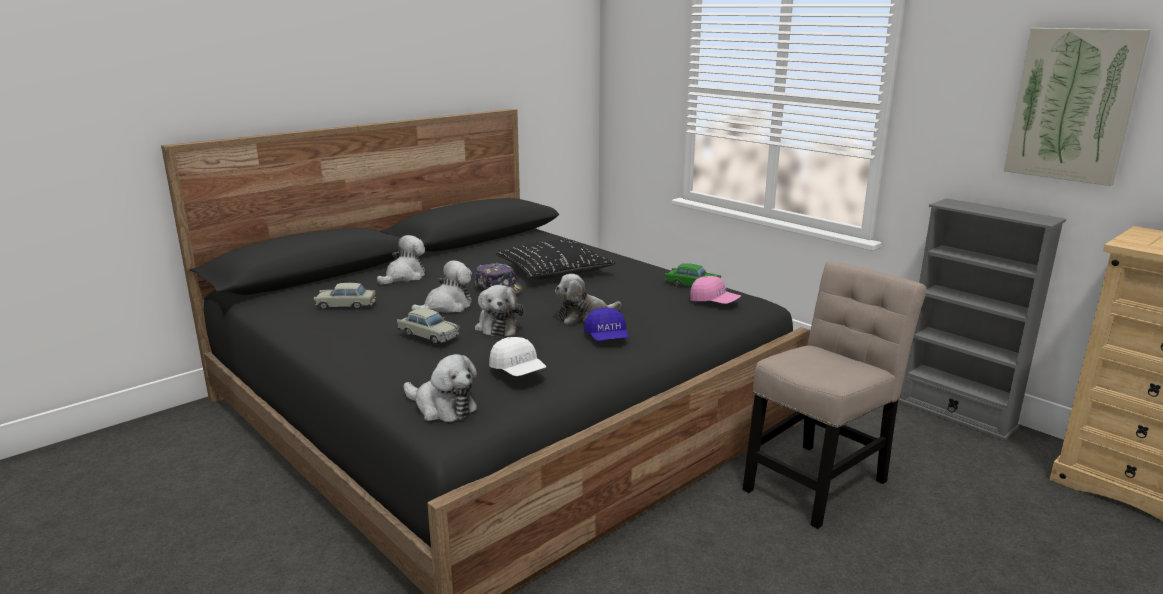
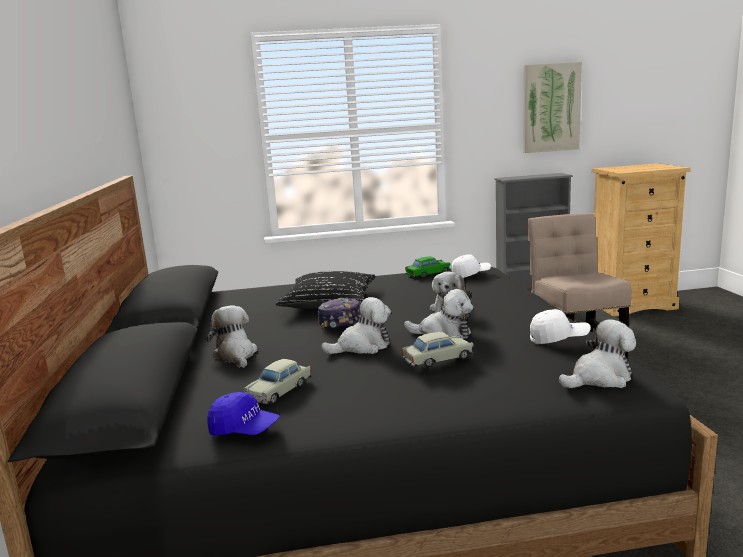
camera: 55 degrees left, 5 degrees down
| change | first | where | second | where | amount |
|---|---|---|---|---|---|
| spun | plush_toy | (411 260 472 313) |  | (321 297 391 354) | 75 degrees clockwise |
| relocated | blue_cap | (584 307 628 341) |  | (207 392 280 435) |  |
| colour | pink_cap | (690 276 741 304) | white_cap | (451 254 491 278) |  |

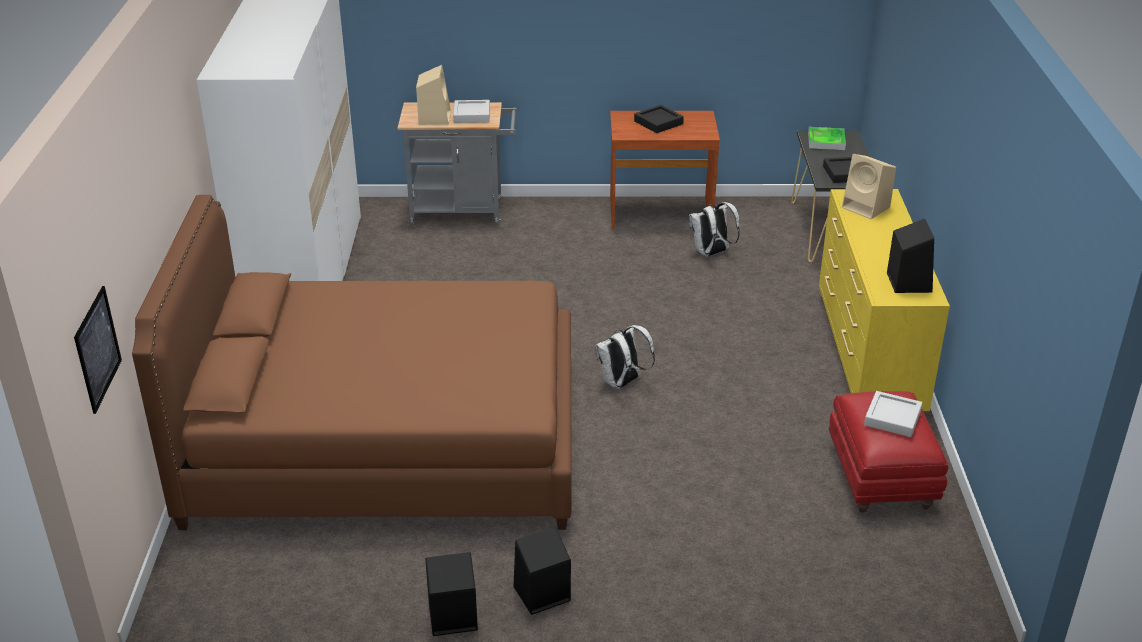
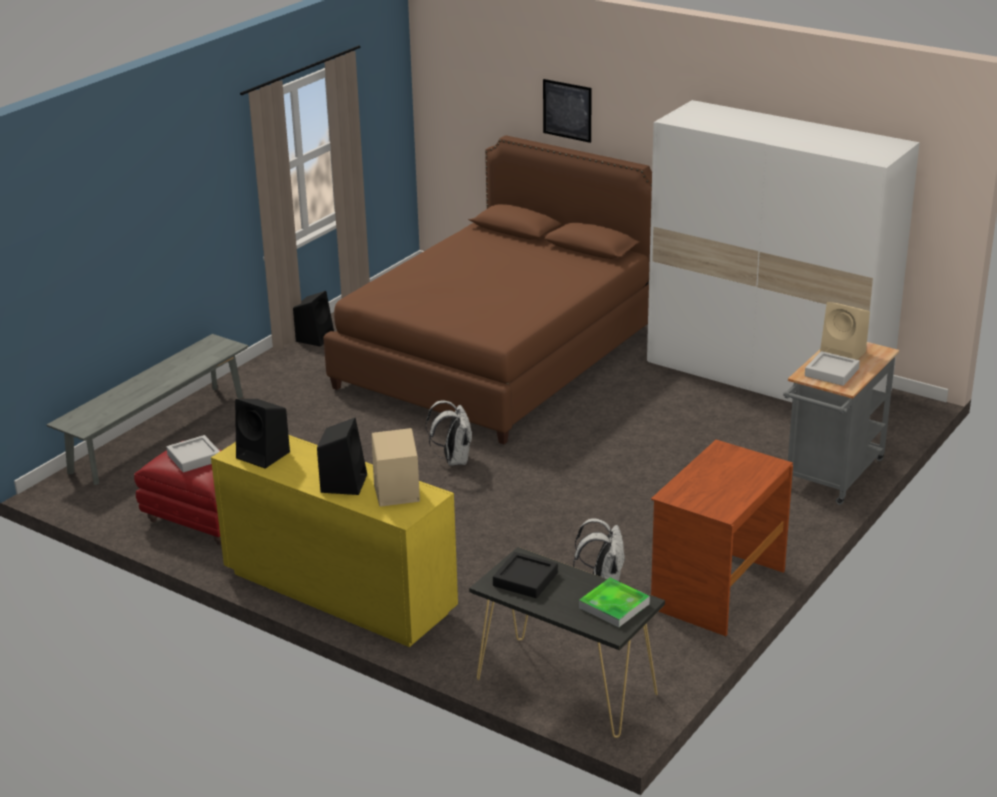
camera: 125 degrees right, 5 degrees down
| change | first | where | second | where | amount |
|---|---|---|---|---|---|
| relocated | picture | (74 286 122 414) |  | (543 79 592 143) |  |
| relocated | black_speaker | (513 527 571 615) |  | (317 418 367 495) |  |
| missing | black_tray | (634 105 684 133) |  |  |  |
| appeared |  |  | grey_bench | (46 334 248 485) |  |

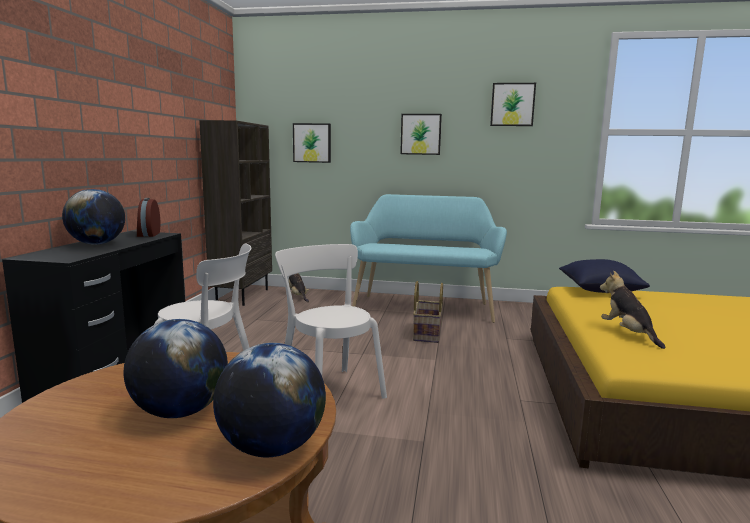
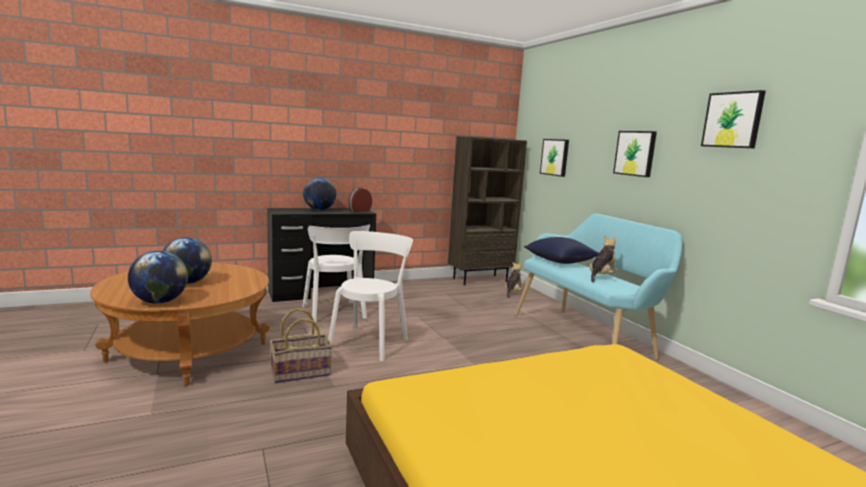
camera: 55 degrees right, 0 degrees up
| change | first | where | second | where | amount |
|---|---|---|---|---|---|
| relocated | basket | (413 281 443 343) |  | (270 309 332 383) |  |
| relocated | blue_pillow | (559 259 650 293) |  | (524 237 599 264) |  |
| relocated | plush_toy | (600 271 665 349) |  | (590 235 618 282) |  |

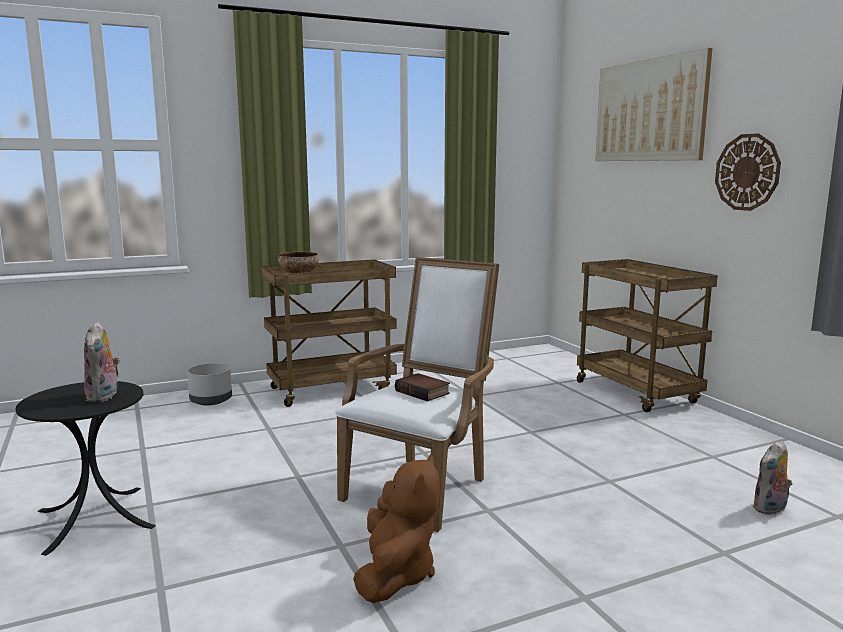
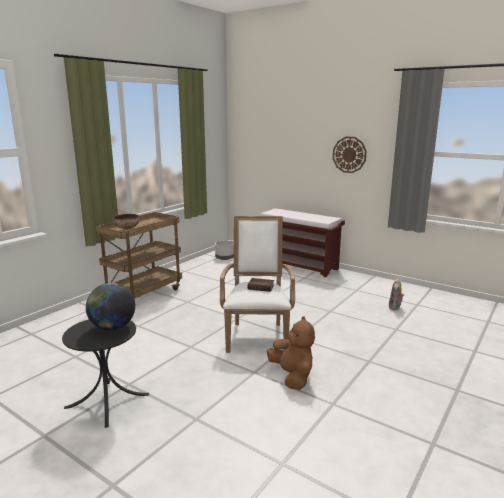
camera: 30 degrees left, 5 degrees up
| change | first | where | second | where | amount |
|---|---|---|---|---|---|
| exchanged | plush_toy | (84 321 120 402) | globe | (86 283 135 330) |  |
| relocated | grey_planter | (187 363 232 406) |  | (215 240 234 260) |  |
| exchanged | brown_cart | (577 259 718 412) | brown_bench | (261 208 345 277) |  |
| missing | picture | (596 48 713 161) |  |  |  |

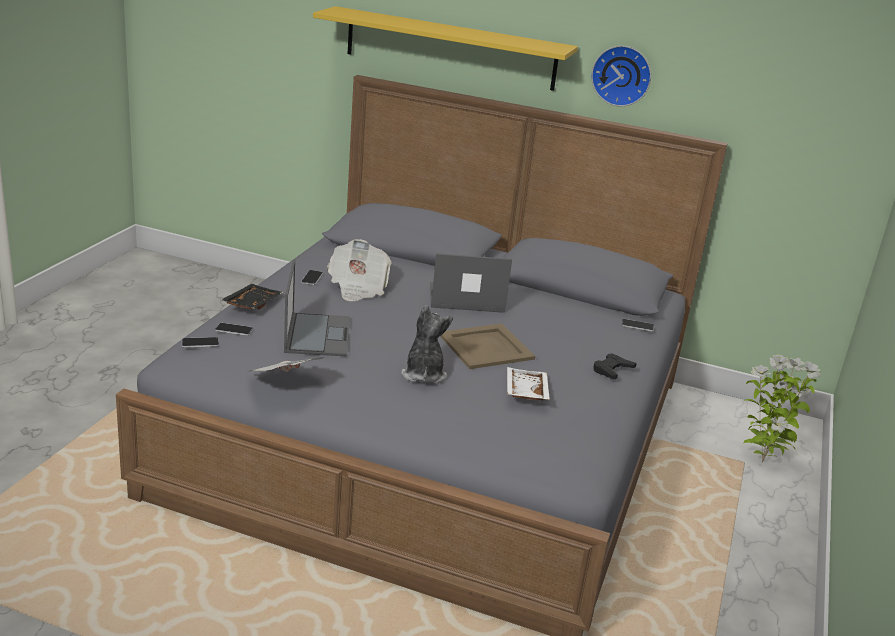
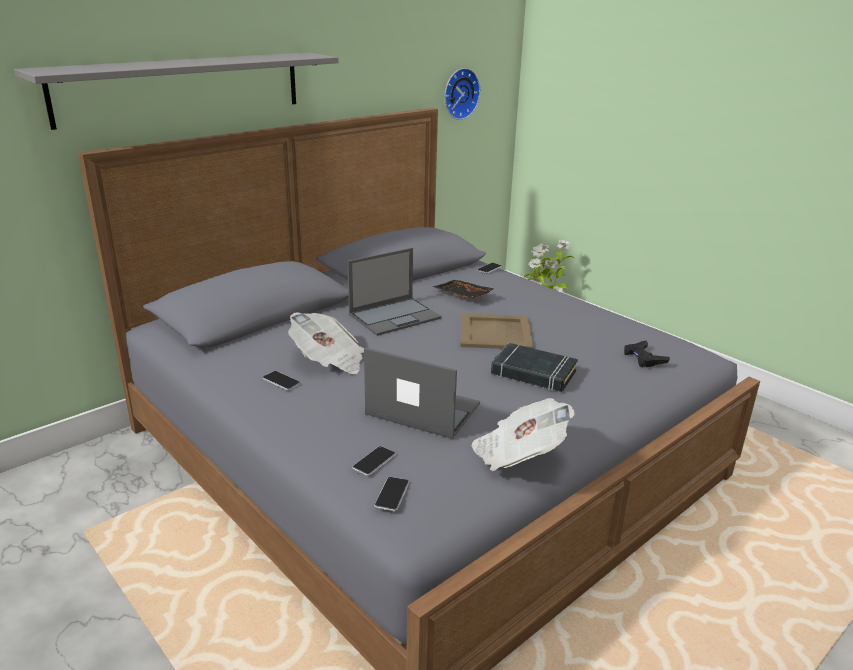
camera: 60 degrees left, 0 degrees up
| change | first | where | second | where | amount |
|---|---|---|---|---|---|
| relocated | black_tray | (221 284 283 310) |  | (432 280 494 298) |  |
| colour | yellow_shelf | (313 6 578 91) | grey_shelf | (14 52 339 130) |  |
| exchanged | plush_toy | (401 305 453 384) | black_book | (491 343 578 392) |  |
| spun | laptop | (430 253 512 313) |  | (348 248 441 336) | 150 degrees counterclockwise |
| missing | white_tray | (507 367 550 400) |  |  |  |
| relocated | wall_clock | (591 46 651 107) |  | (445 68 480 120) |  |
| relocated | black_game_controller | (594 353 637 379) |  | (624 340 670 367) |  |

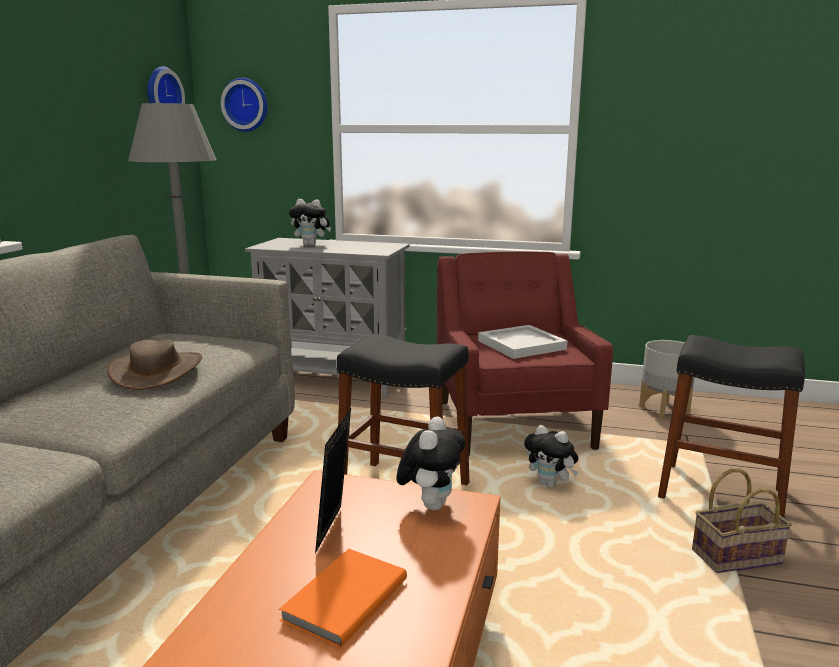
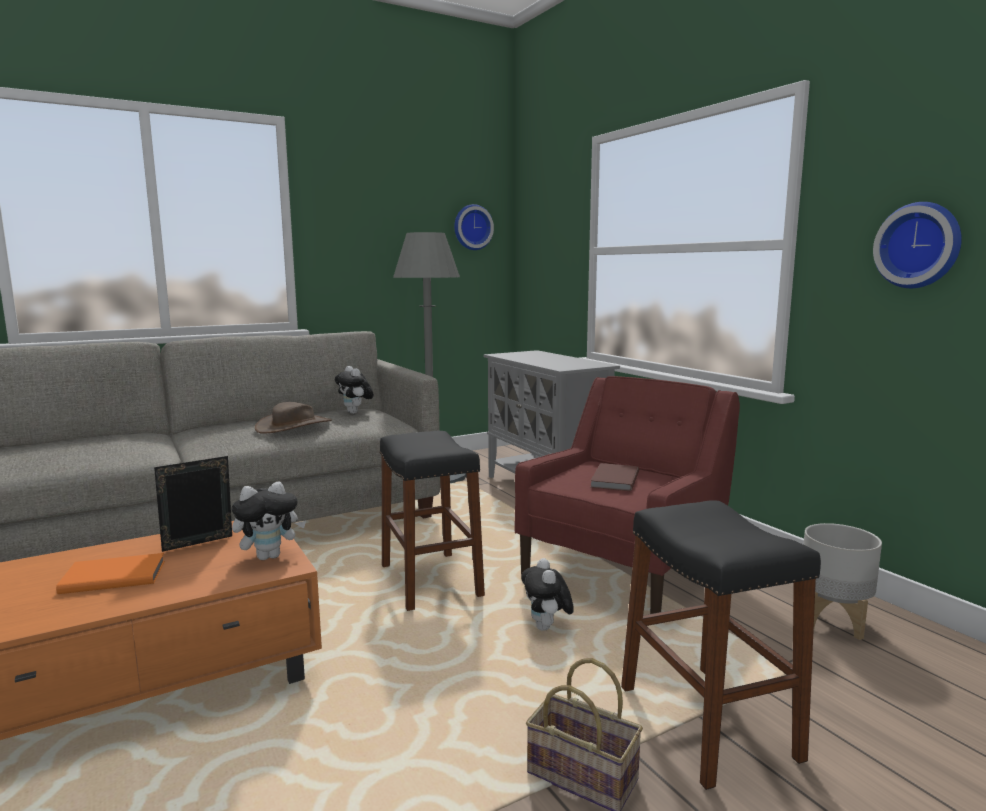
camera: 45 degrees right, 5 degrees down
| change | first | where | second | where | amount |
|---|---|---|---|---|---|
| relocated | wall_clock | (221 78 268 132) |  | (873 202 962 288) |  |
| relocated | plush_toy | (289 199 331 246) |  | (335 366 374 414) |  |
| exchanged | white_tray | (478 325 567 359) | brown_book | (590 463 639 491) |  |

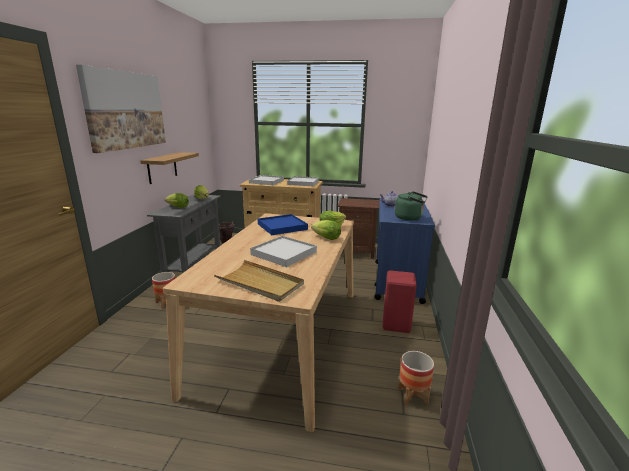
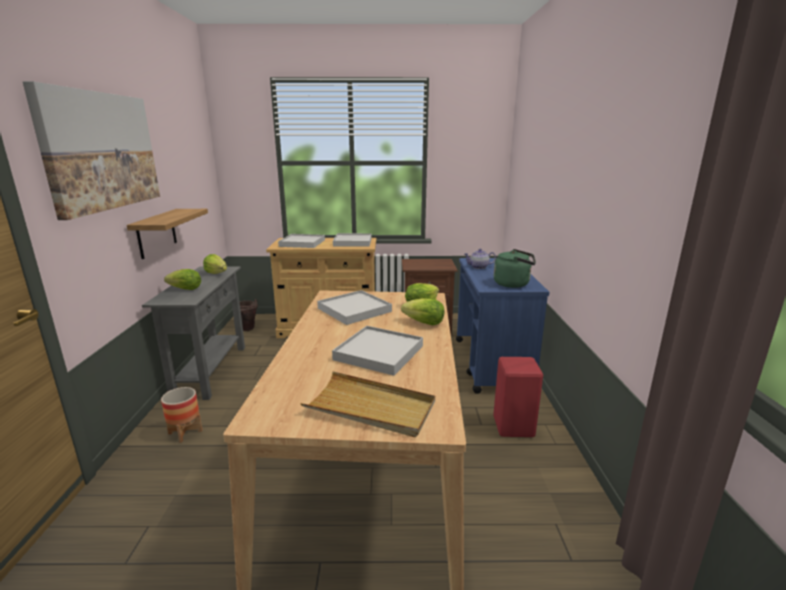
camera: 10 degrees left, 0 degrees up
| change | first | where | second | where | amount |
|---|---|---|---|---|---|
| colour | blue_tray | (258 214 308 235) | white_tray | (317 290 392 325) |  |
| missing | planter | (399 351 434 405) |  |  |  |

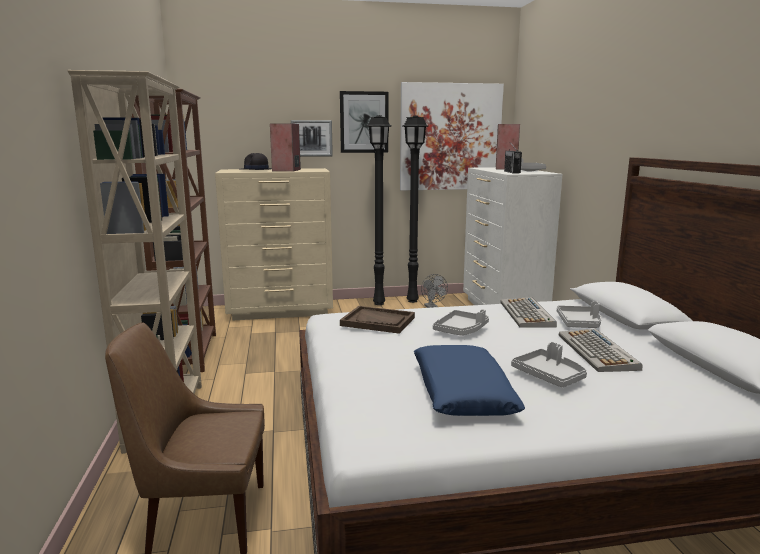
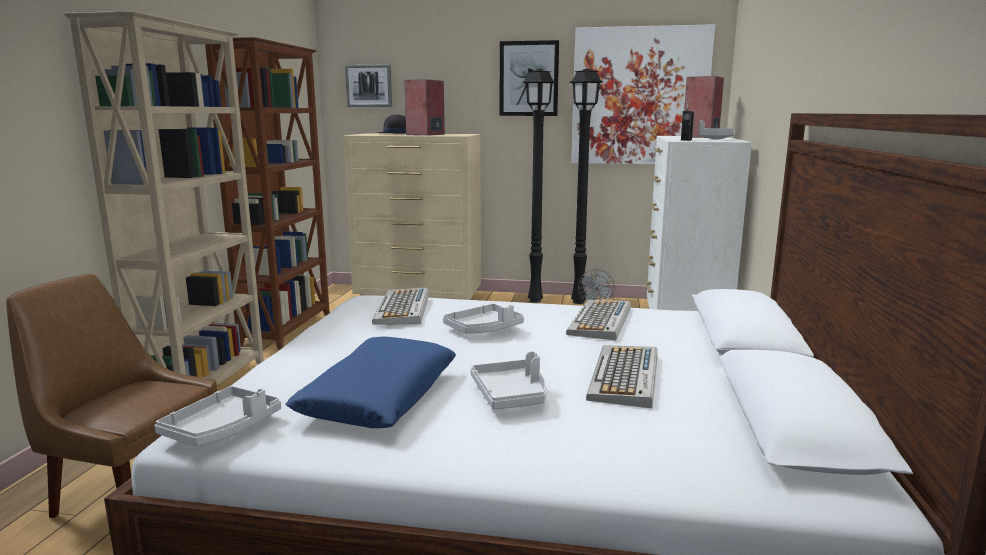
camera: 20 degrees right, 0 degrees up
| change | first | where | second | where | amount |
|---|---|---|---|---|---|
| relocated | picture | (291 120 333 157) |  | (345 64 392 107) |  |
| exchanged | brown_tray | (340 306 415 334) | keyboard | (372 287 429 325) |  |
| relocated | grey_tray | (557 301 601 328) |  | (154 386 281 446) |  |

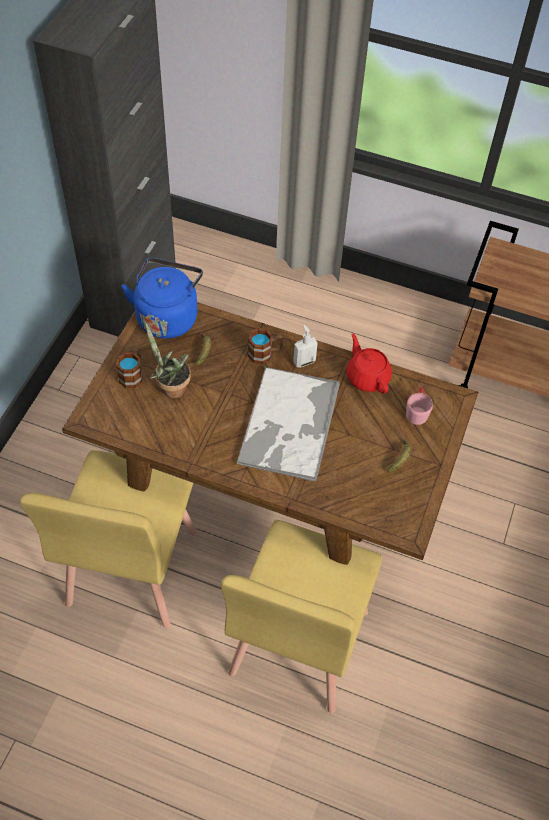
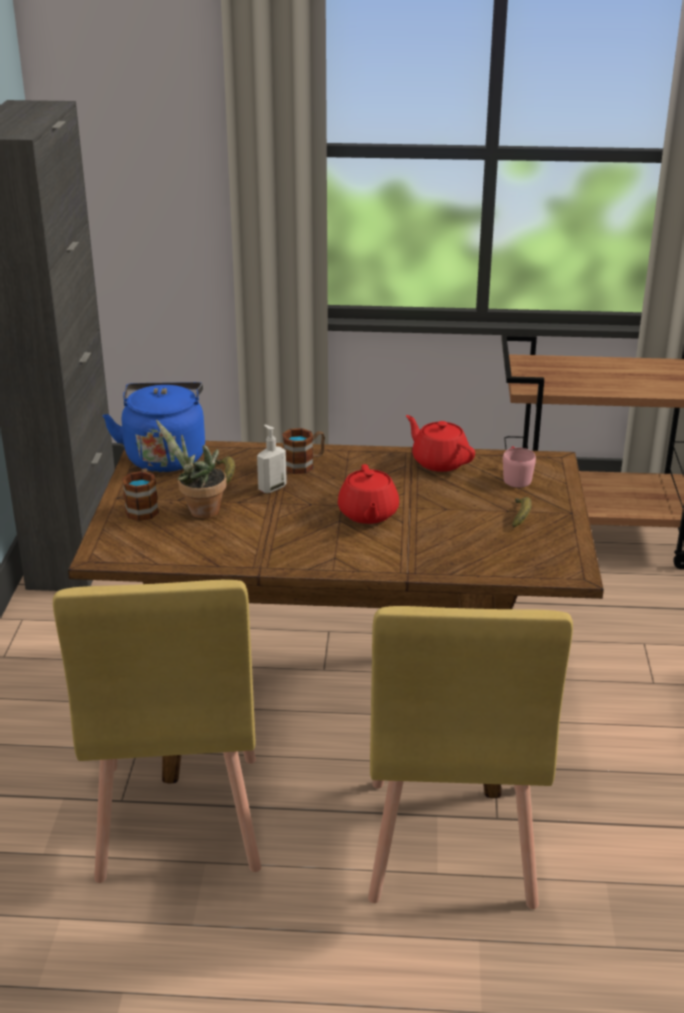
camera: 15 degrees left, 25 degrees down
| change | first | where | second | where | amount |
|---|---|---|---|---|---|
| exchanged | tray | (237 366 340 482) | red_teapot | (338 464 399 524) |  |
| relocated | soap_dispenser | (293 325 318 367) |  | (257 425 287 493) |  |

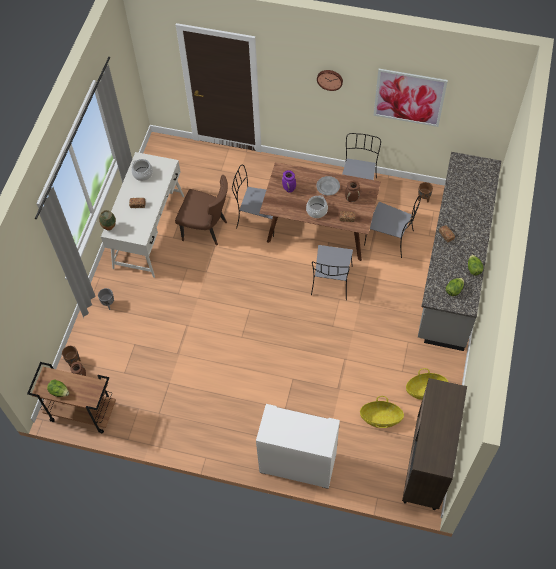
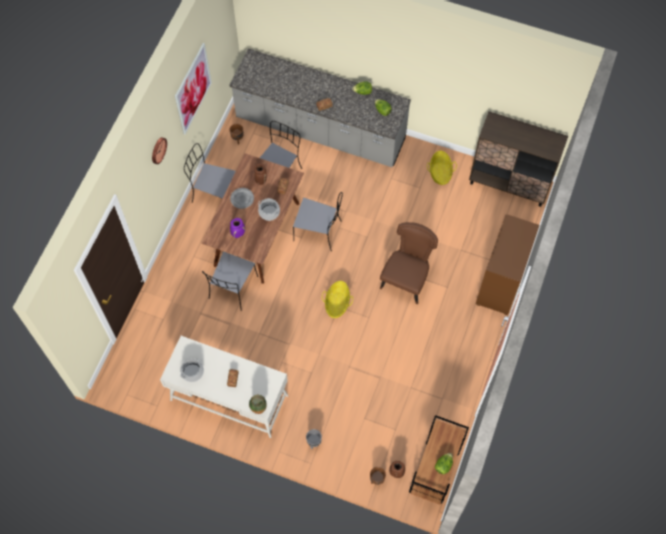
camera: 85 degrees left, 5 degrees up
| change | first | where | second | where | amount |
|---|---|---|---|---|---|
| relocated | brown_chair | (175 175 228 245) |  | (380 222 438 305) |  |
| colour | white_cabinet | (256 404 340 489) | brown_cabinet | (476 214 540 316) |  |
| relocated | basket | (360 396 404 428) |  | (322 281 353 318) |  |

